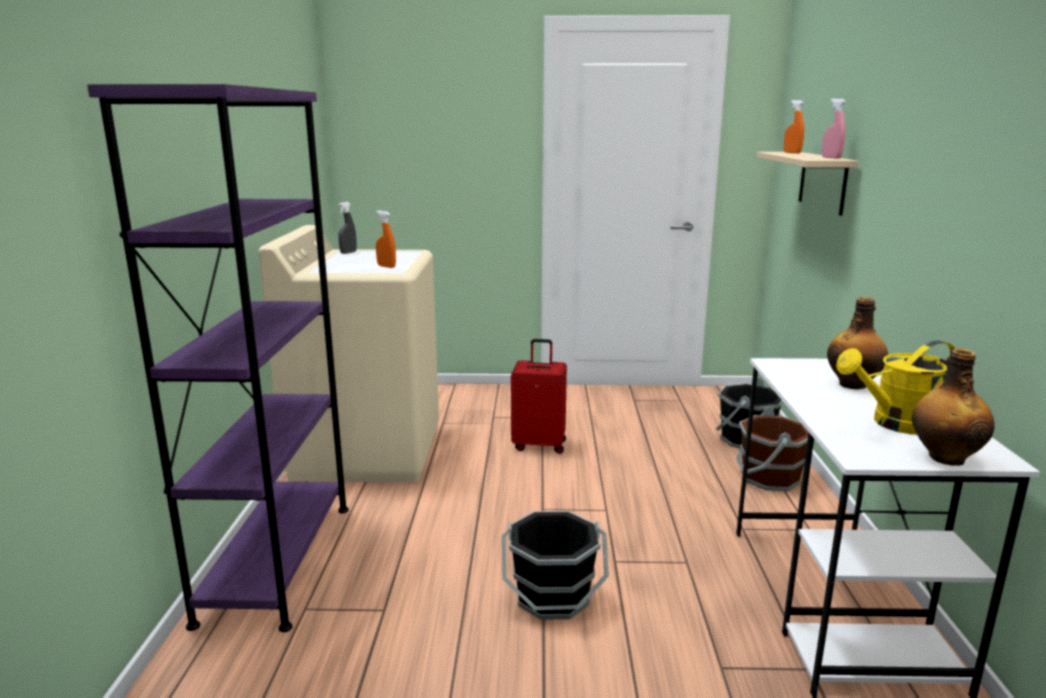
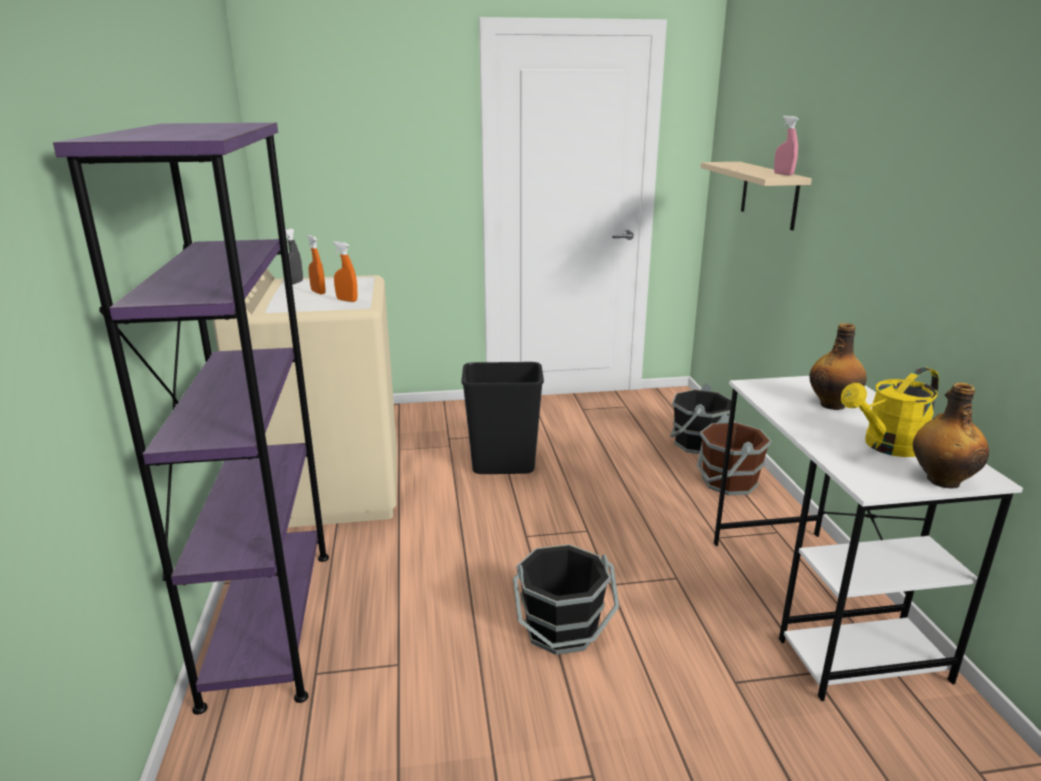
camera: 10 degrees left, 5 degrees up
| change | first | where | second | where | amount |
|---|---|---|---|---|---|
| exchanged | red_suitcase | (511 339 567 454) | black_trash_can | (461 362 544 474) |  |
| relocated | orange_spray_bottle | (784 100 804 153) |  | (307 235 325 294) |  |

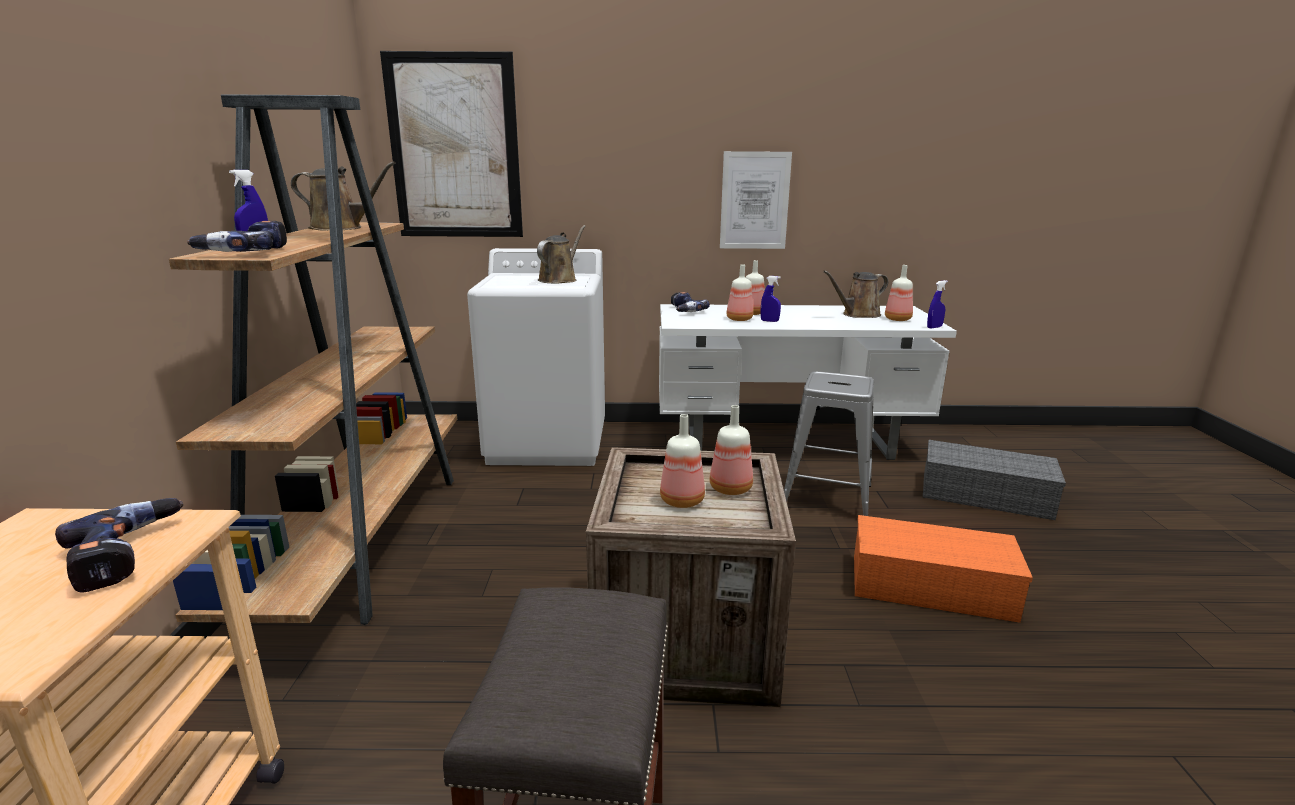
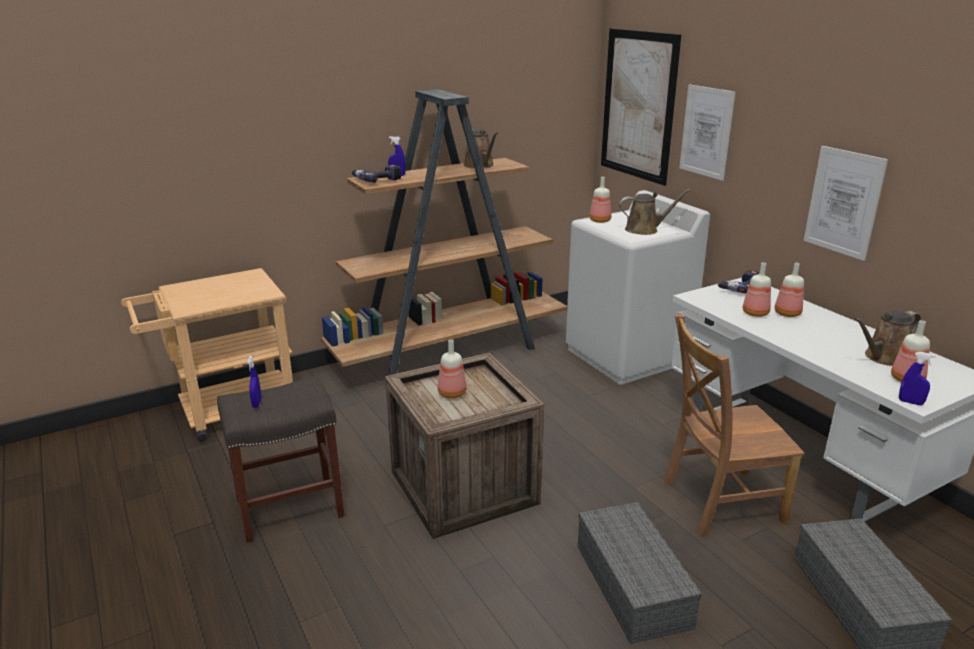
camera: 60 degrees right, 5 degrees up
| change | first | where | second | where | amount |
|---|---|---|---|---|---|
| missing | power_drill | (55 498 183 593) |  |  |  |
| relocated | bottle | (710 405 753 495) |  | (590 177 611 223) |  |
| relocated | blue_spray_bottle | (761 276 781 322) |  | (247 356 262 408) |  |
| exchanged | grey_stool | (784 371 874 516) | brown_chair | (664 314 804 536) |  |
| spun | brown_watering_can | (823 270 888 318) |  | (854 310 921 365) | 60 degrees counterclockwise |
| colour | orange_storage_box | (854 515 1033 623) | grey_storage_box | (578 502 702 644) |  |
| appeared |  |  | picture | (679 85 735 181) |  |

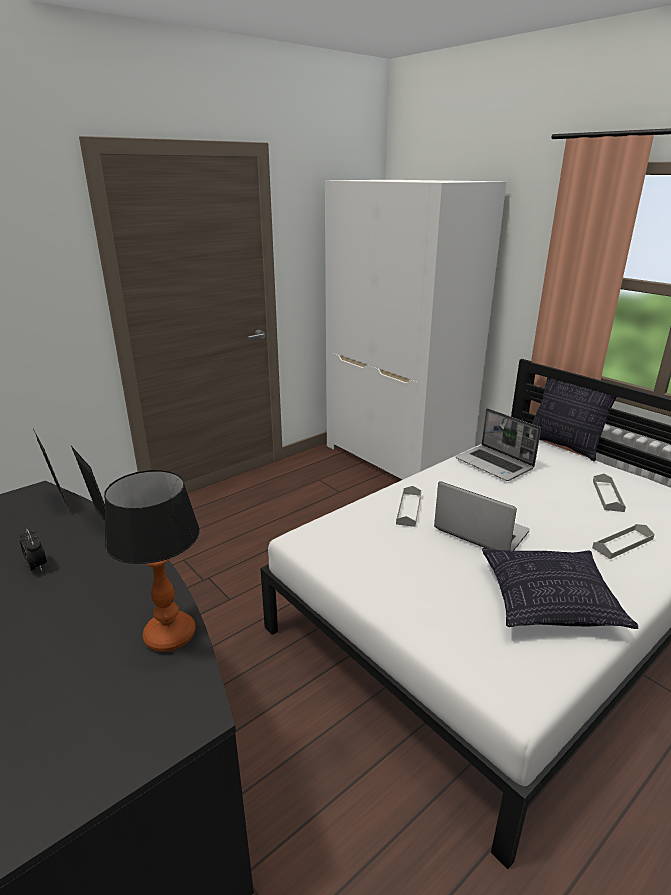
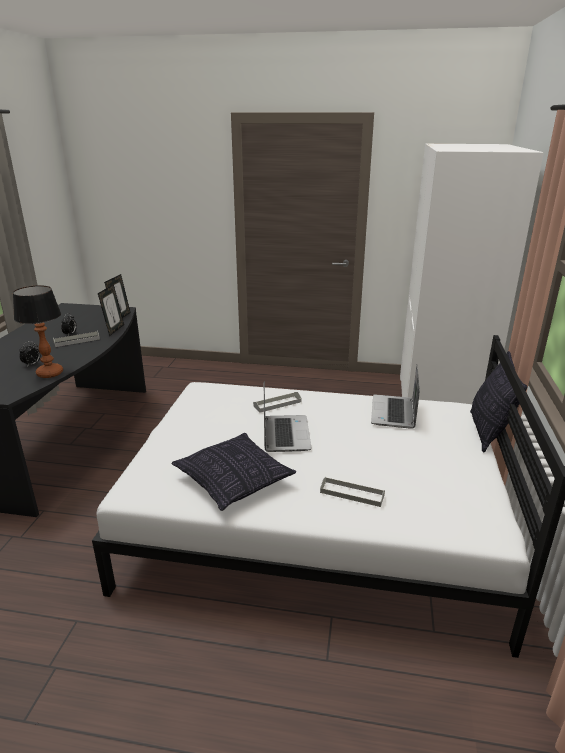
camera: 50 degrees right, 0 degrees up
| change | first | where | second | where | amount |
|---|---|---|---|---|---|
| relocated | grey_tray | (593 473 626 512) |  | (53 330 100 347) |  |
| appeared |  |  | alarm_clock | (19 341 40 367) |  |

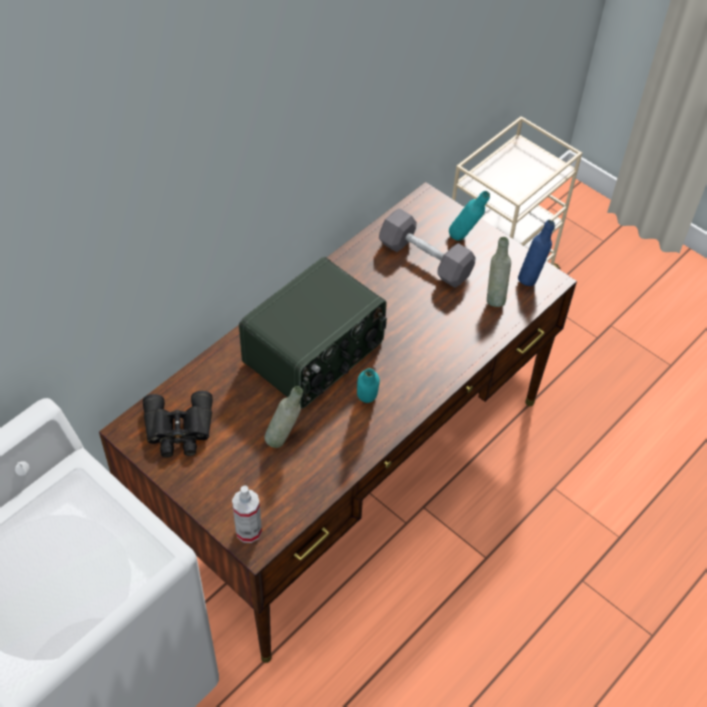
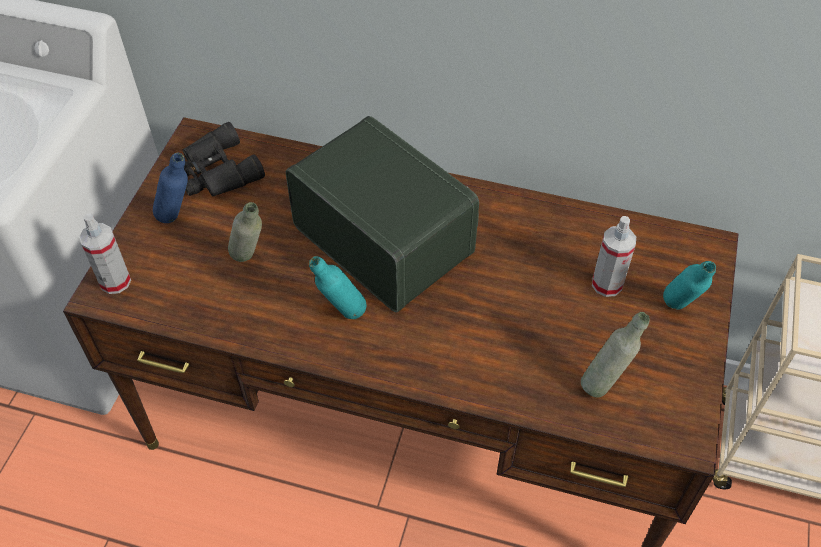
camera: 65 degrees right, 0 degrees up
| change | first | where | second | where | amount |
|---|---|---|---|---|---|
| spun | radio | (239 257 387 409) |  | (286 116 479 313) | 150 degrees counterclockwise |
| exchanged | grey_dumbbell | (379 208 476 288) | spray_bottle | (592 216 636 297) |  |
| relocated | blue_bottle | (518 220 555 286) |  | (153 153 188 223) |  |

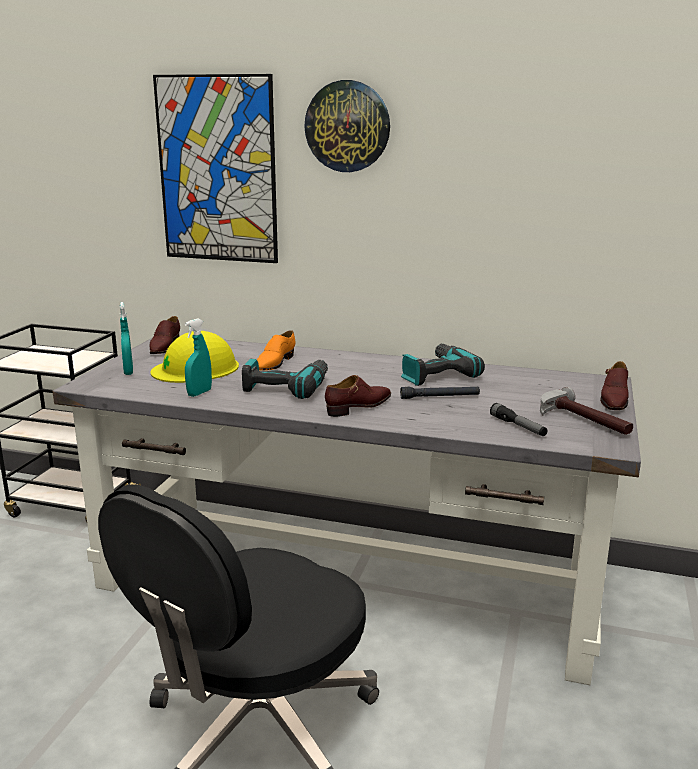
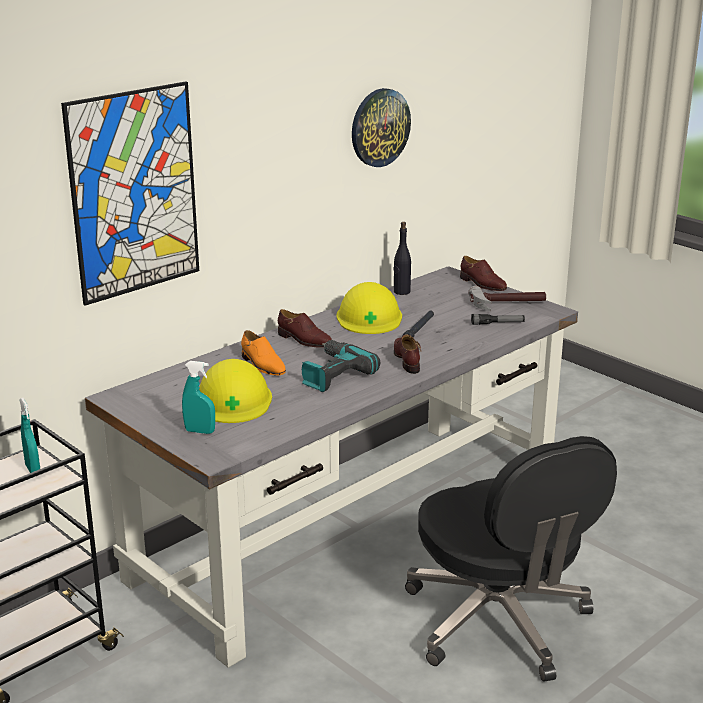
camera: 60 degrees left, 5 degrees up
| change | first | where | second | where | amount |
|---|---|---|---|---|---|
| relocated | brown_shoe | (150 316 180 354) |  | (278 309 332 348) |  |
| relocated | turquoise_spray_bottle | (185 318 212 397) |  | (19 398 40 473) |  |
| relocated | wall_clock | (304 80 390 172) |  | (352 88 411 167) |  |
| exchanged | power_drill | (401 343 485 386) | yellow_hard_hat | (336 282 402 334) |  |
| appeared |  |  | black_bottle | (394 222 411 295) |  |

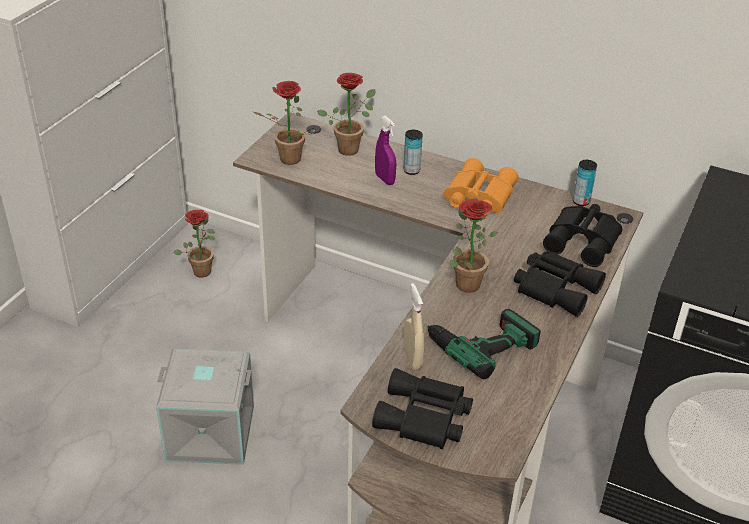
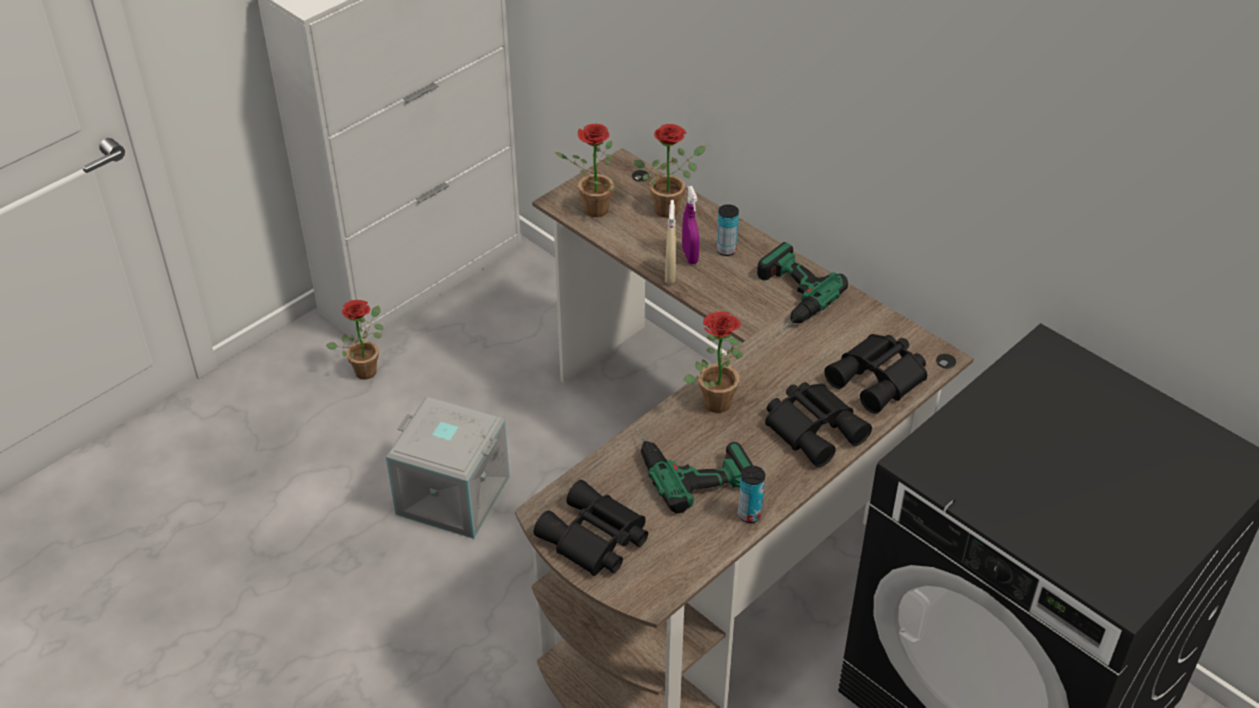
camera: 20 degrees right, 5 degrees up
| change | first | where | second | where | amount |
|---|---|---|---|---|---|
| relocated | potted_plant | (173 210 215 278) |  | (326 300 384 379) |  |
| relocated | beige_spray_bottle | (403 283 424 370) |  | (665 200 676 284) |  |
| exchanged | orange_binoculars | (444 158 518 215) | power_drill | (757 242 848 331) |  |
| relocated | can | (573 160 597 206) |  | (738 466 765 523) |  |

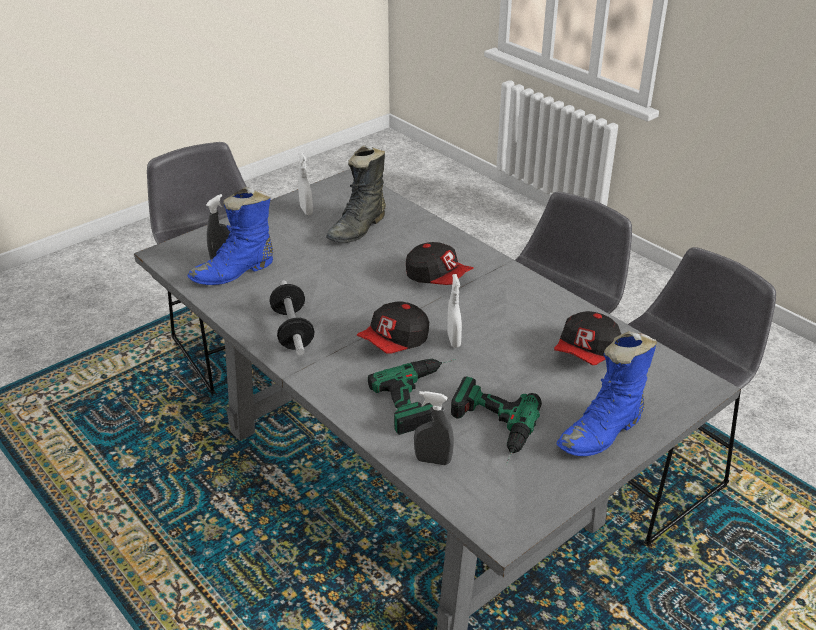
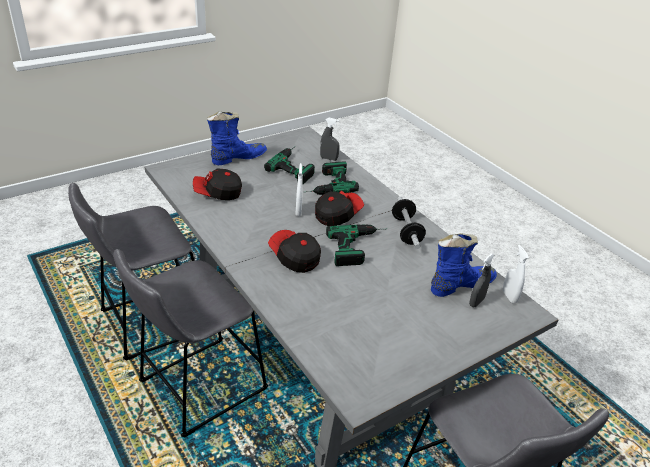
camera: 175 degrees left, 0 degrees up
| change | first | where | second | where | amount |
|---|---|---|---|---|---|
| relocated | white_spray_bottle | (298 152 313 215) |  | (503 245 529 303) |  |
| missing | black_boot | (326 145 386 242) |  |  |  |
| spun | cap | (554 311 621 365) |  | (193 168 242 200) | 135 degrees counterclockwise |
| appeared |  |  | power_drill | (326 224 382 266) |  |

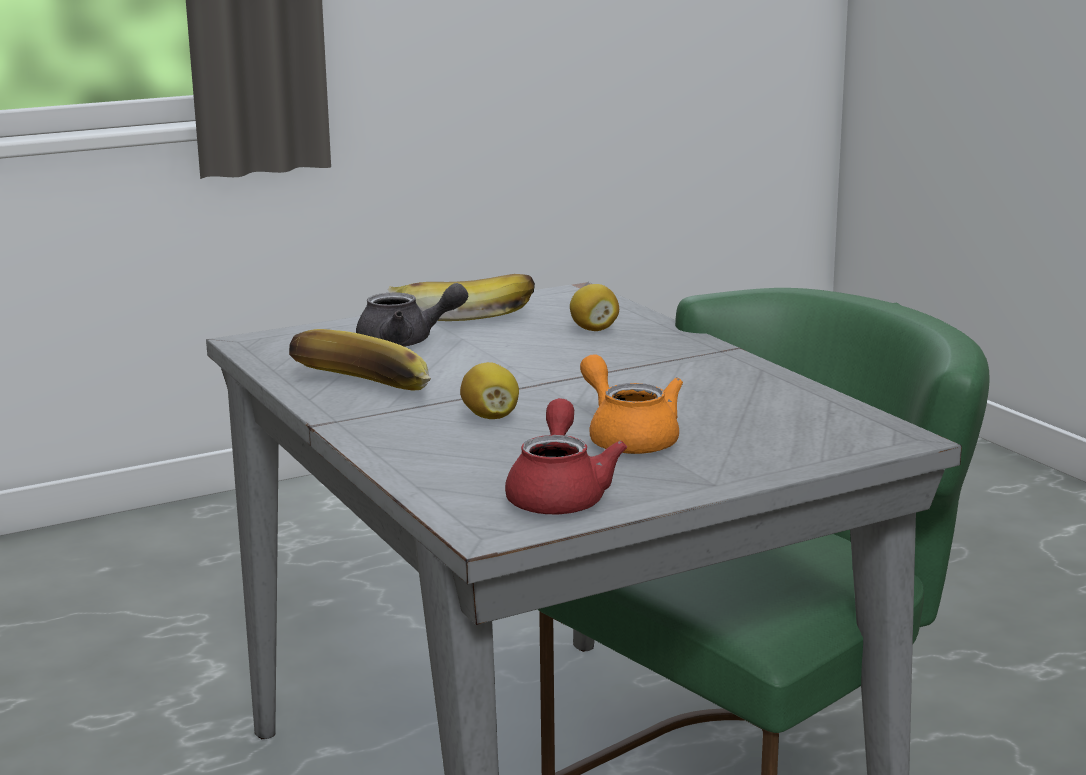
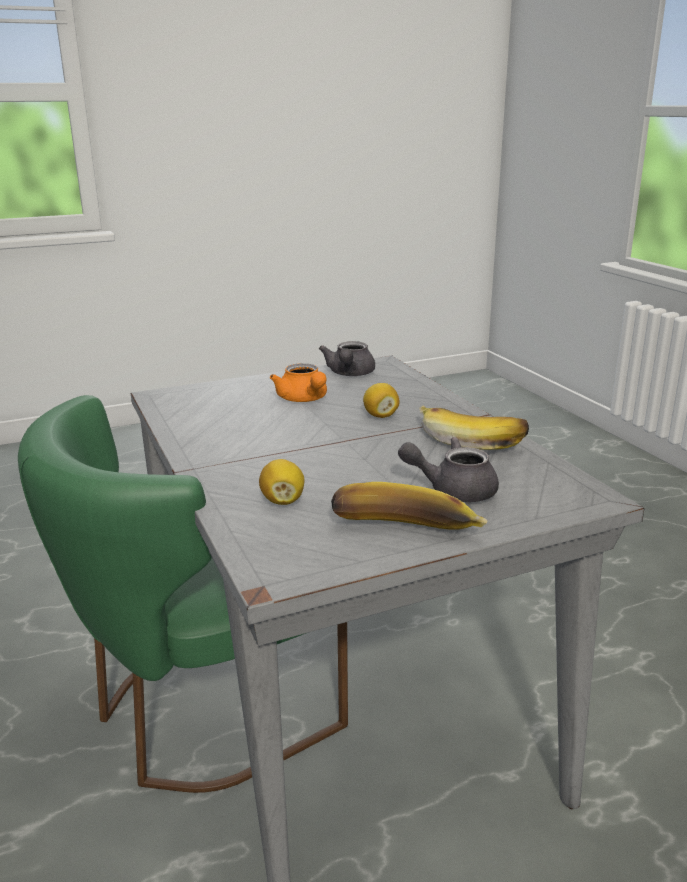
camera: 175 degrees left, 5 degrees up
| change | first | where | second | where | amount |
|---|---|---|---|---|---|
| colour | red_teapot | (505 398 627 514) | grey_teapot | (319 341 375 376) |  |

